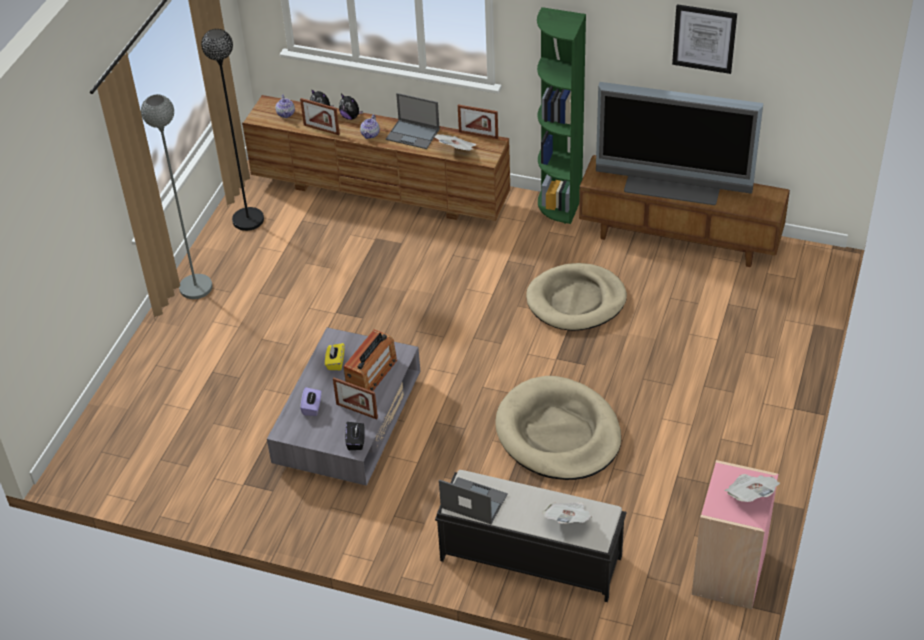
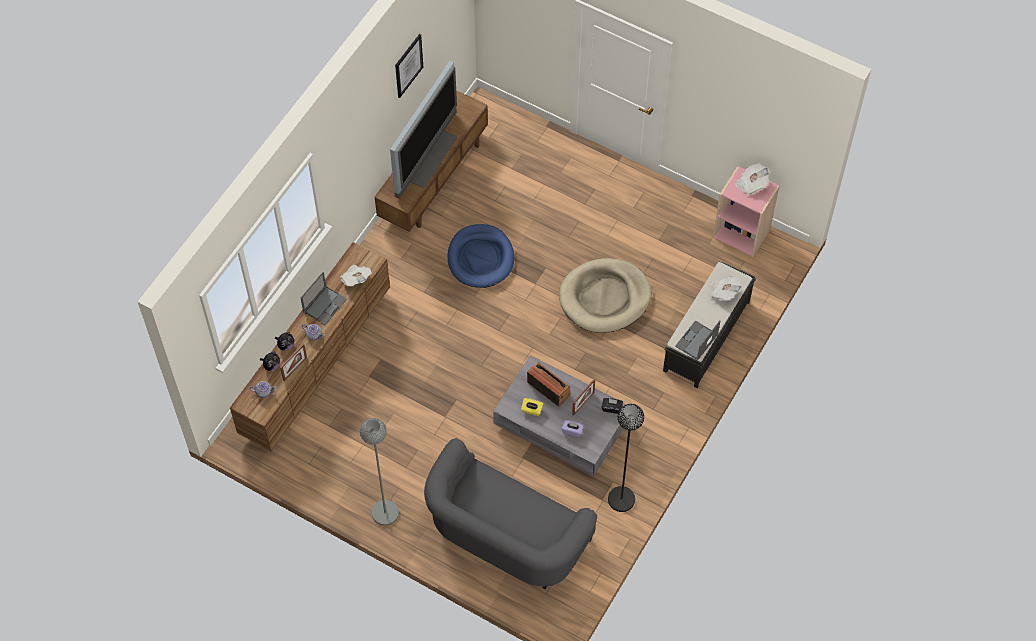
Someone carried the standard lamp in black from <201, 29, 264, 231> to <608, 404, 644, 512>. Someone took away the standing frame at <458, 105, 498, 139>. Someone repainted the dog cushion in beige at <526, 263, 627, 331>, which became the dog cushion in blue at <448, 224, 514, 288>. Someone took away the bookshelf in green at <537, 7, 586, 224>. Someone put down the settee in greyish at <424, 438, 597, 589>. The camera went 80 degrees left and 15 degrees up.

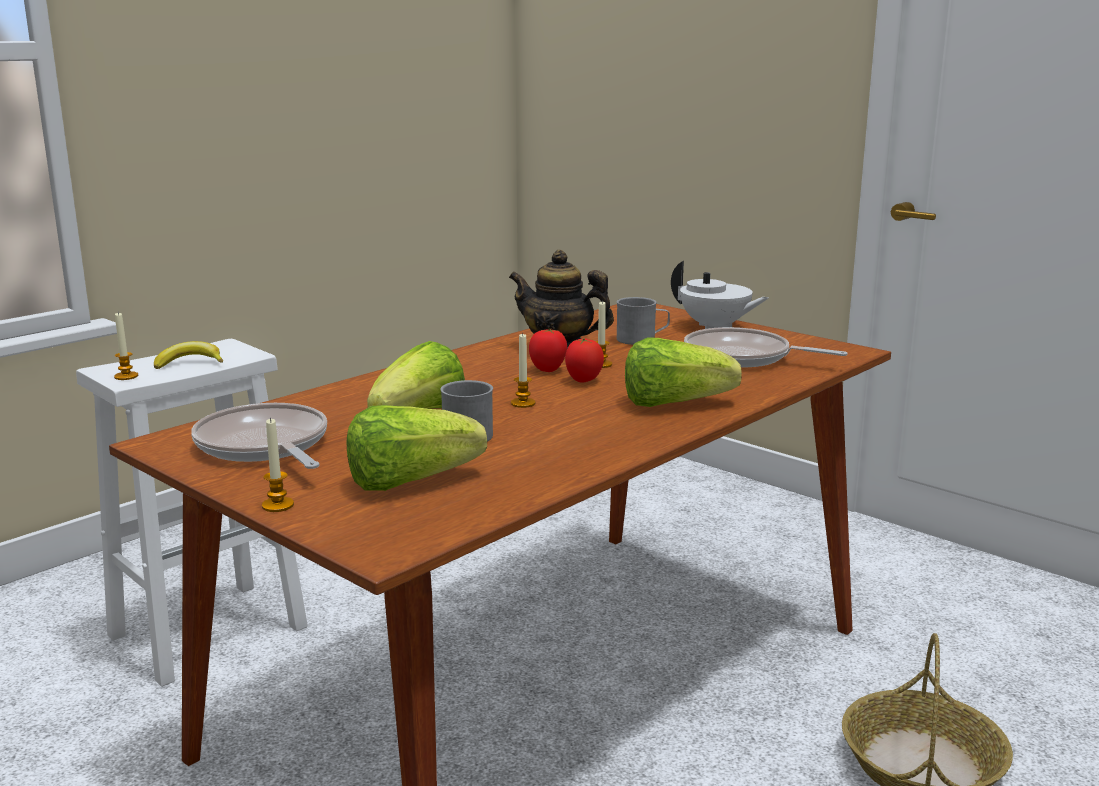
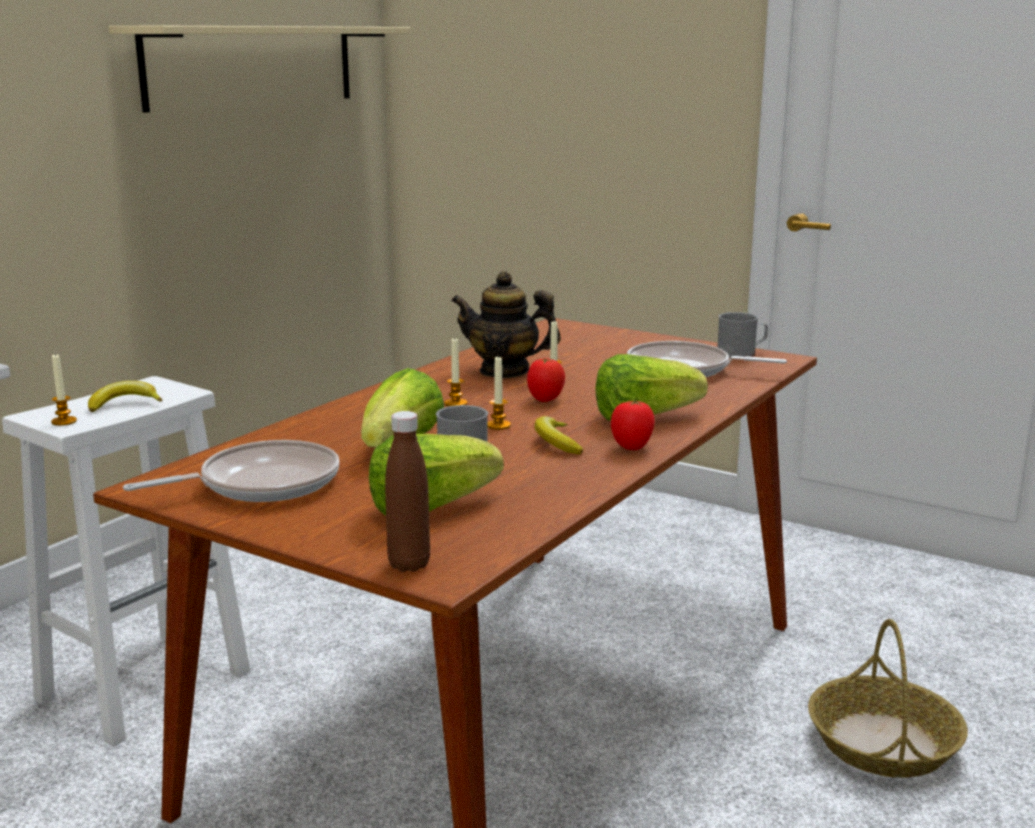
Someone rotated the pan at <191, 403, 327, 469> by 105 degrees clockwise. Someone carried the wax light from <262, 417, 294, 512> to <444, 338, 468, 406>. Someone carried the whole tomato from <529, 329, 567, 372> to <611, 400, 655, 450>. Someone carried the coffee mug in greyish from <617, 297, 670, 345> to <718, 312, 768, 358>. Someone took away the teapot in whitish at <671, 261, 769, 329>. Someone put up the bracket shelf in beige at <109, 26, 411, 113>. Someone put down the beverage bottle in brown-coloured at <385, 411, 430, 572>. Someone put down the banana fruit at <534, 416, 583, 454>. The camera went 10 degrees left and 0 degrees up.

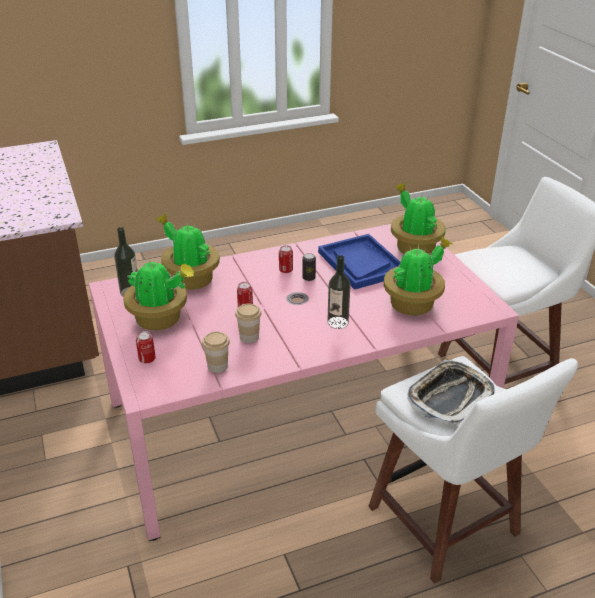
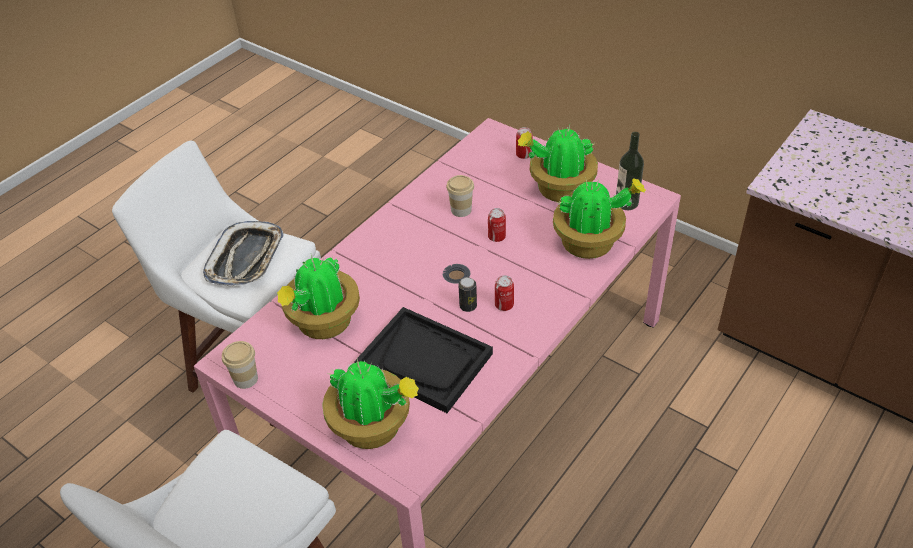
Someone carried the drinking cup from <202, 331, 230, 373> to <222, 341, 258, 389>. Someone repainted the carrying tray in blue at <318, 234, 400, 290>, which became the carrying tray in black at <354, 307, 493, 413>. Someone took away the beverage bottle at <327, 255, 351, 329>. The camera went 150 degrees right and 10 degrees up.

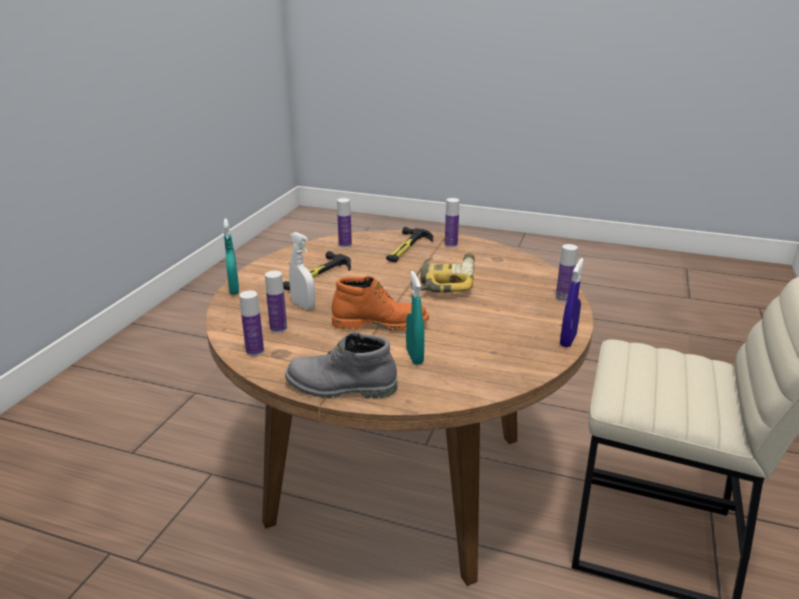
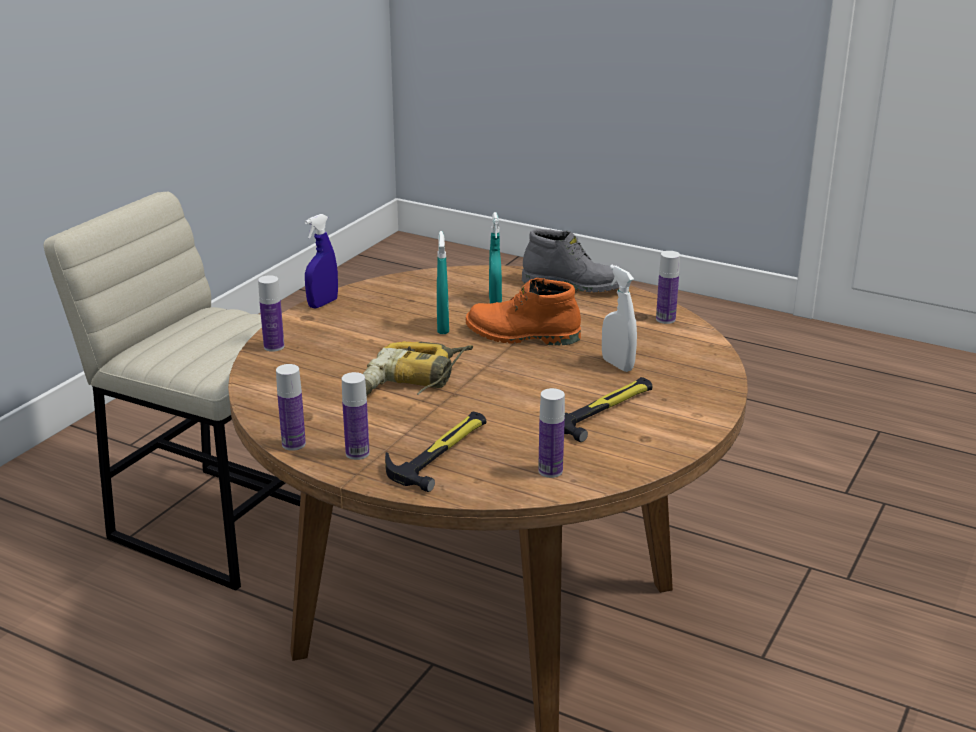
Someone carried the spray bottle in turquoise from <223, 219, 239, 295> to <437, 231, 449, 334>. Someone carried the beverage bottle from <265, 271, 287, 333> to <276, 364, 306, 451>. The camera went 170 degrees left and 0 degrees up.

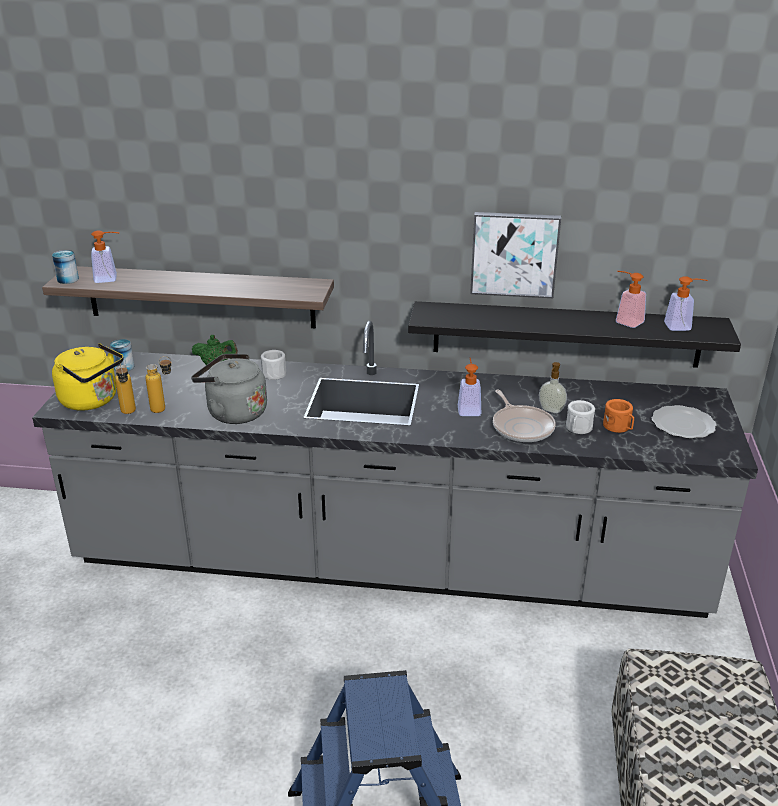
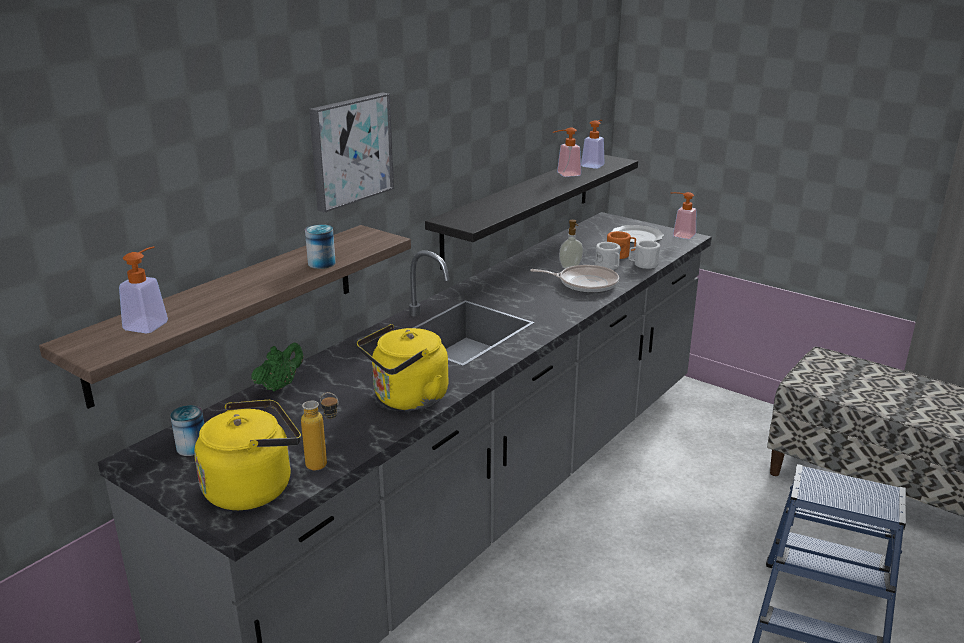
Someone carried the can from <52, 250, 79, 284> to <305, 224, 336, 269>. Someone took away the beverage bottle at <145, 356, 172, 413>. Someone repainted the water kettle in greyish at <191, 354, 267, 424>, which became the water kettle in yellow-coloured at <357, 324, 448, 410>. Someone carried the coffee mug in whitish from <261, 350, 286, 380> to <629, 240, 660, 269>. Someone carried the soap bottle from <458, 358, 481, 416> to <670, 192, 696, 239>. Someone carried the wall picture from <470, 212, 561, 298> to <309, 92, 394, 213>. The camera went 60 degrees left and 5 degrees down.

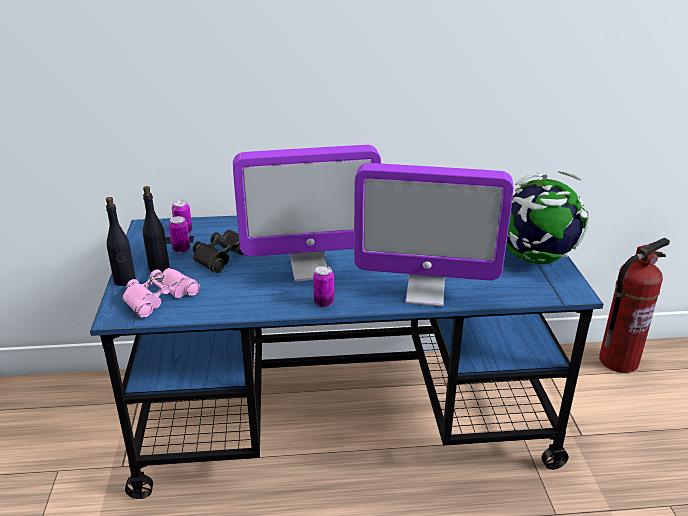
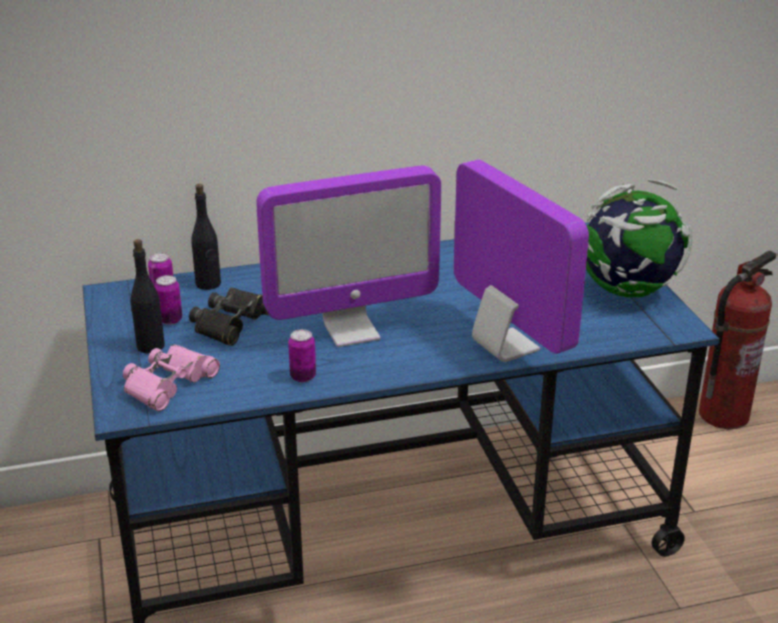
Someone carried the beverage bottle in black from <106, 197, 136, 286> to <191, 184, 221, 290>. Someone carried the can from <313, 266, 334, 307> to <288, 329, 316, 382>. Someone rotated the computer screen at <354, 163, 514, 307> by 120 degrees counterclockwise. The camera went 10 degrees left and 0 degrees up.

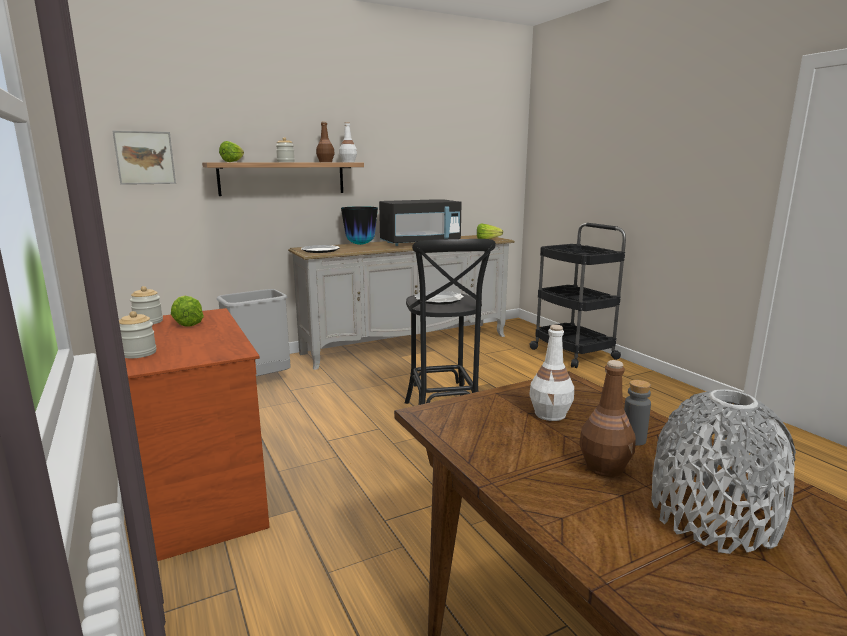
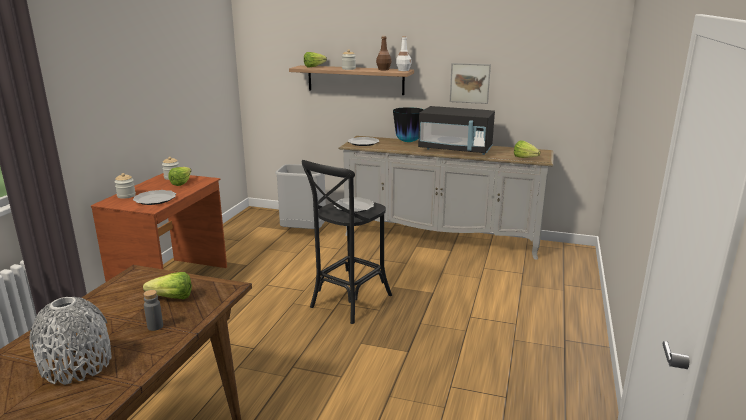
Someone carried the wall picture from <112, 131, 176, 185> to <450, 63, 491, 104>. Someone took away the trolley in black at <529, 223, 626, 368>. Someone swapped the beverage bottle in whitish at <529, 325, 574, 421> for the lettuce head at <143, 272, 192, 299>. Someone took away the beverage bottle in brown-coloured at <579, 360, 636, 477>. Someone put down the flat dish at <133, 190, 176, 205>. The camera went 45 degrees right and 5 degrees up.

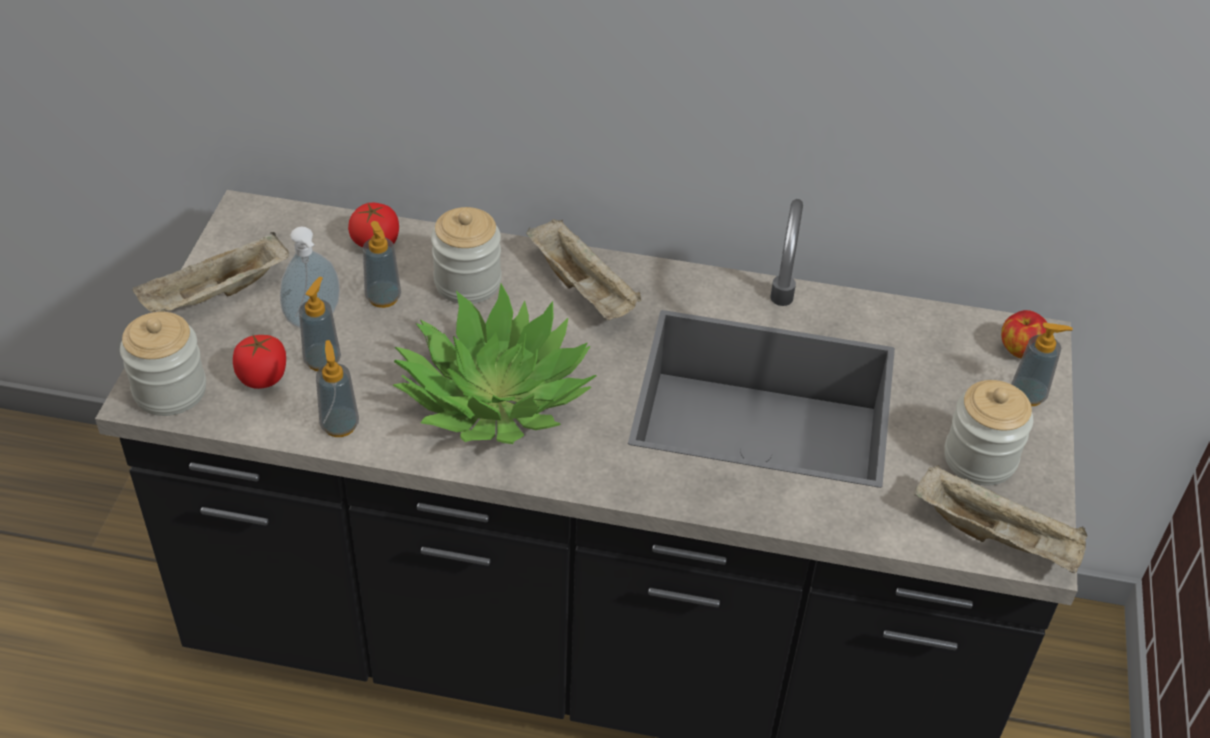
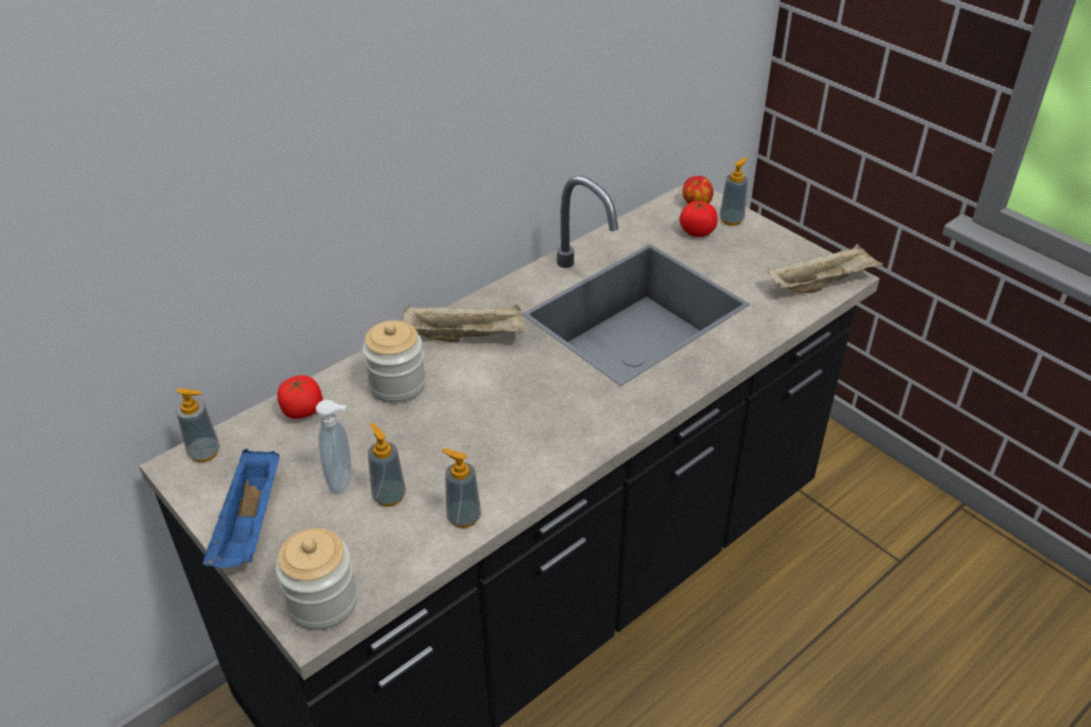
Someone repainted the carrying tray in beige at <133, 232, 289, 312>, which became the carrying tray in blue at <203, 449, 280, 568>. Someone carried the whole tomato from <233, 334, 286, 389> to <679, 200, 718, 237>. Someone carried the soap bottle from <363, 221, 401, 308> to <176, 388, 220, 462>. Someone took away the potted plant at <392, 284, 596, 444>. Someone took away the jar at <944, 380, 1033, 485>. The camera went 50 degrees left and 5 degrees down.

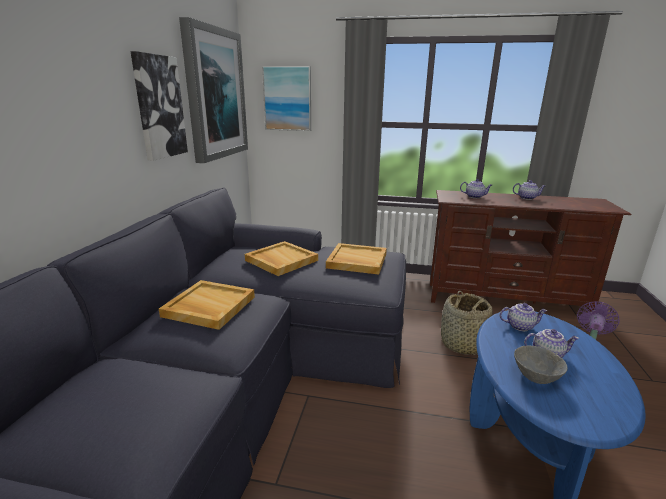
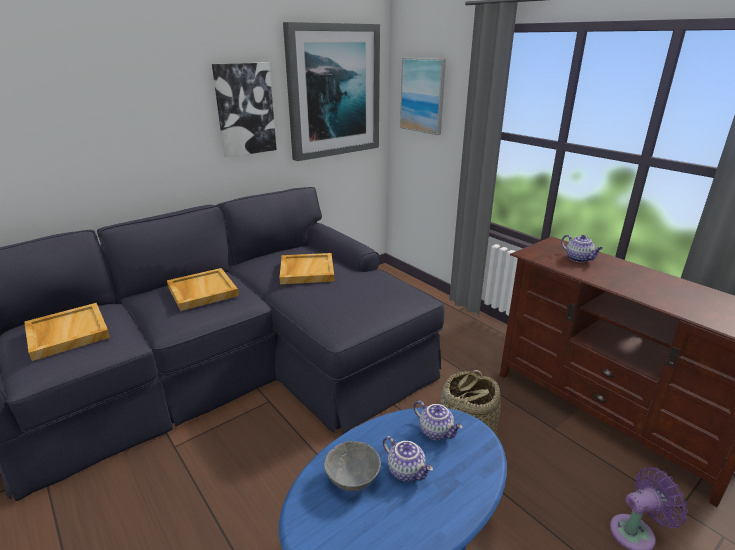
Someone carried the carrying tray in beige from <326, 243, 387, 275> to <24, 303, 110, 361>. Someone took away the teapot at <513, 180, 545, 200>. The camera went 40 degrees right and 5 degrees up.

